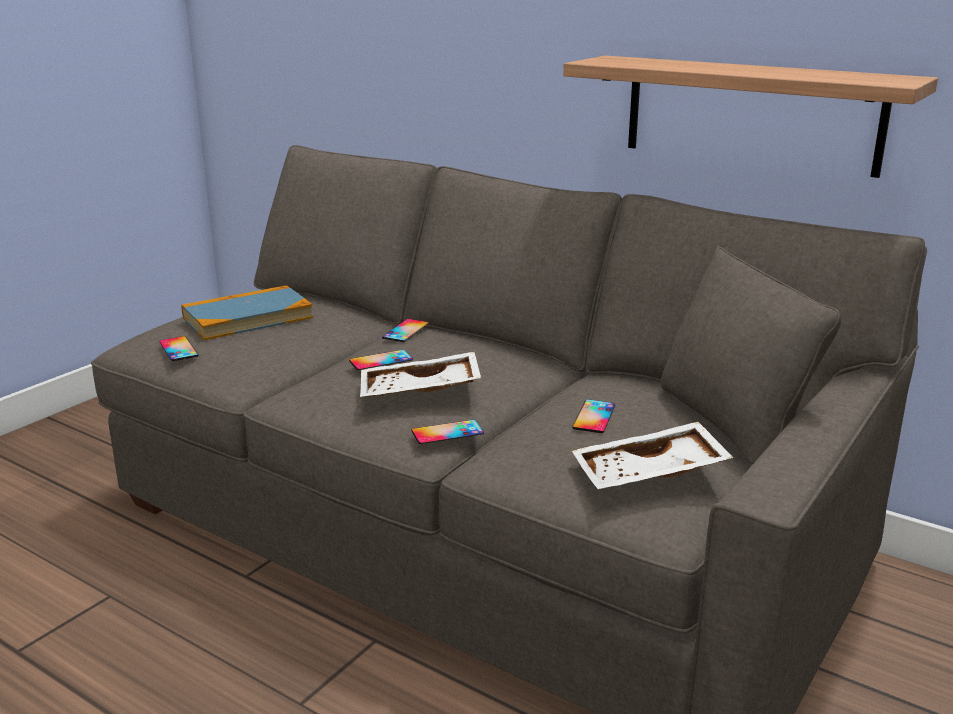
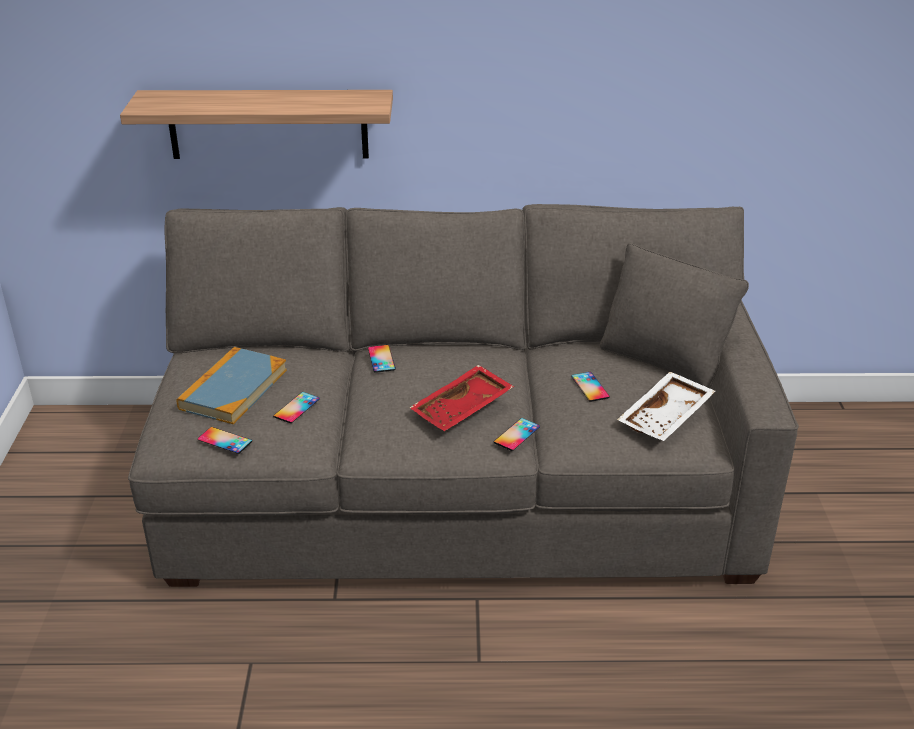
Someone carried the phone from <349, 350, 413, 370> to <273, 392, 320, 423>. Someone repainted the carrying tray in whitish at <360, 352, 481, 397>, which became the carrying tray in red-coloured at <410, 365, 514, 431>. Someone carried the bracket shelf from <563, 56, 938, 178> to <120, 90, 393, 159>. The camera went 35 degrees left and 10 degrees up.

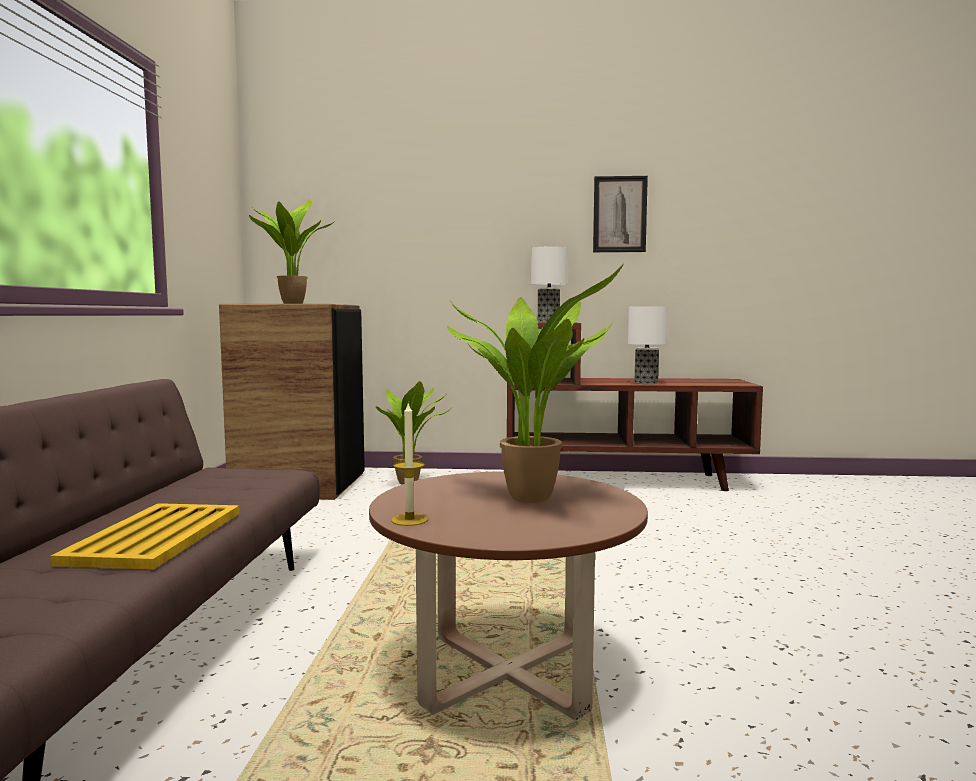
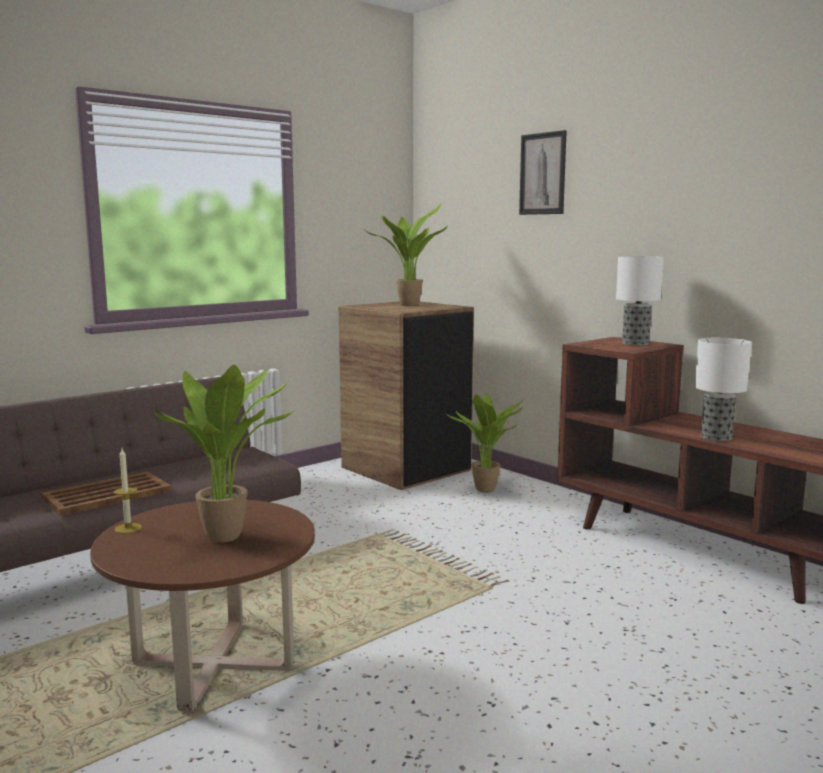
Someone repainted the carrying tray in yellow-coloured at <50, 503, 240, 570>, which became the carrying tray in brown-coloured at <41, 471, 171, 516>. Someone carried the wall picture from <593, 176, 648, 252> to <519, 130, 567, 215>. The camera went 45 degrees right and 5 degrees up.

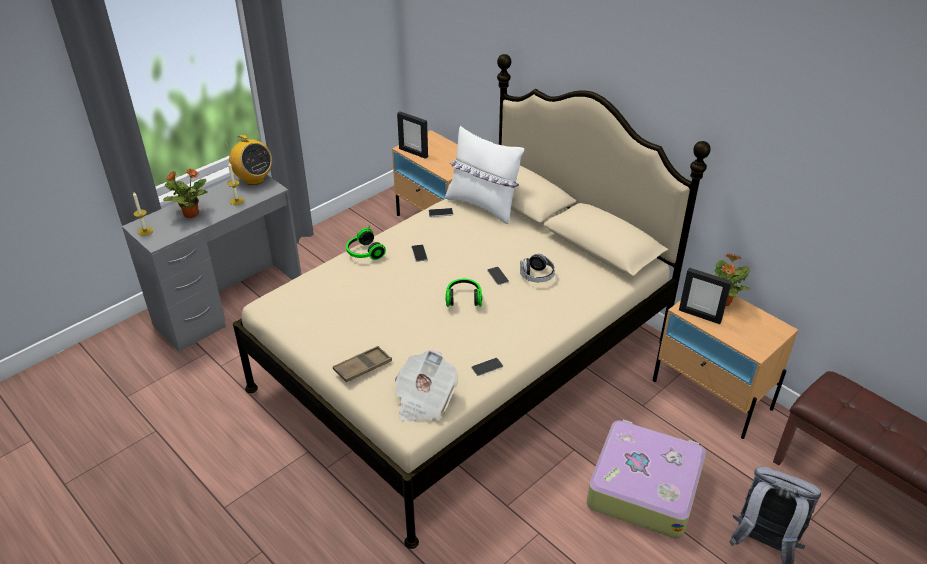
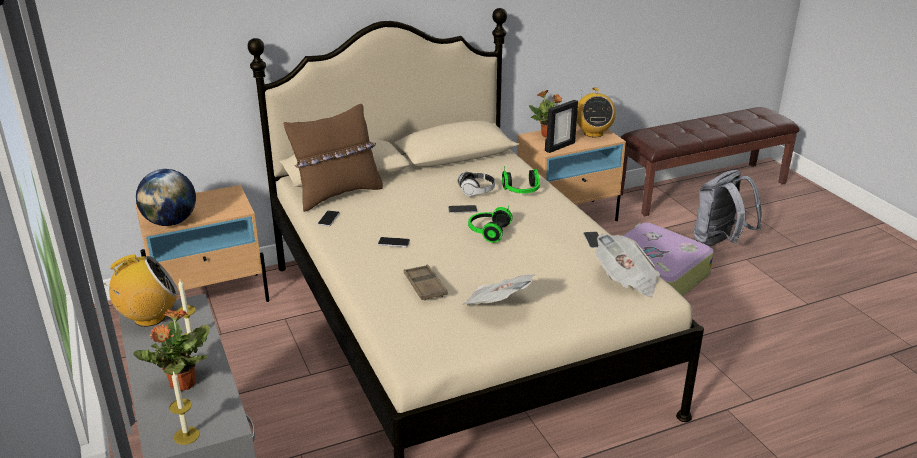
Someone carried the carrying tray in brown-coloured from <333, 346, 392, 382> to <404, 265, 447, 301>. Someone carried the headphones from <346, 225, 386, 260> to <502, 166, 540, 193>. Someone swapped the standing frame at <397, 111, 428, 159> for the world globe at <136, 169, 196, 226>. Someone repainted the throw pillow in whitish at <445, 126, 524, 224>, which became the throw pillow in brown-coloured at <284, 104, 383, 212>. Someone put down the daily paper at <462, 274, 535, 305>. Someone put down the radio set at <577, 87, 616, 137>. The camera went 70 degrees left and 10 degrees down.

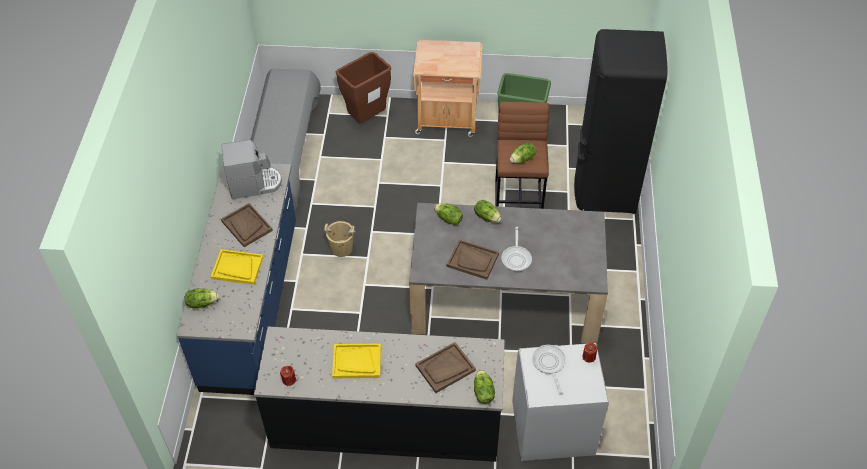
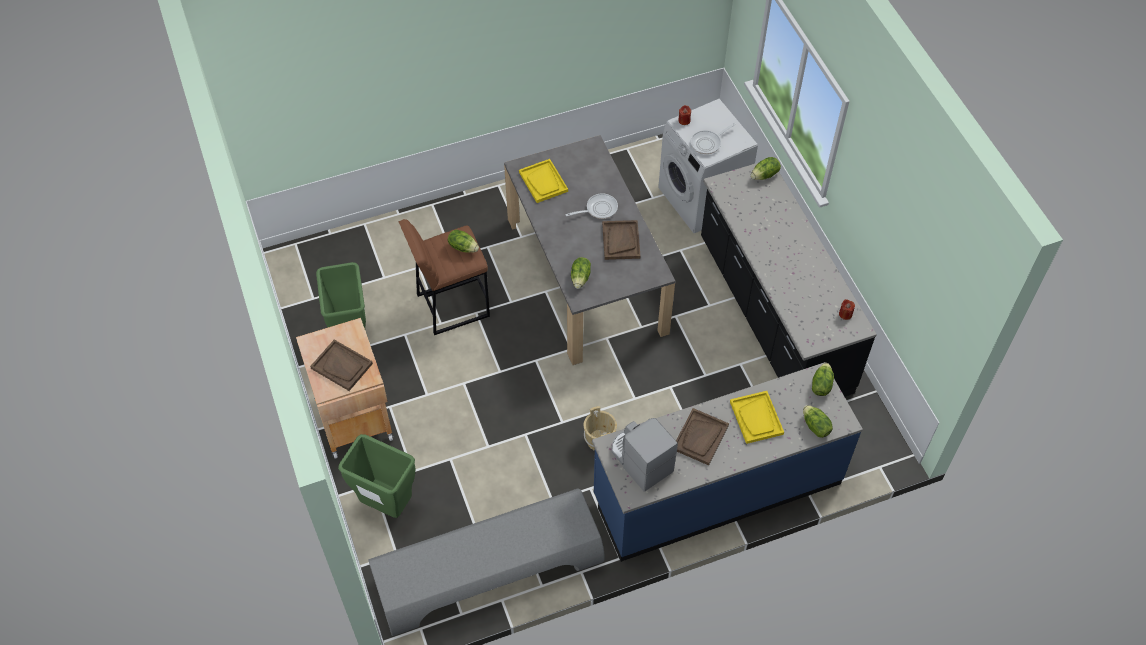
Someone carried the carrying tray in yellow-coloured from <332, 343, 381, 379> to <519, 159, 568, 203>. Someone repainted the waste bin in brown-coloured at <336, 52, 391, 123>, which became the waste bin in green at <338, 434, 416, 518>. Someone carried the carrying tray in brown-coloured from <416, 342, 476, 393> to <310, 340, 373, 391>. Someone carried the lettuce head from <474, 200, 502, 223> to <812, 363, 834, 396>. Someone took away the kitchen fridge in black at <574, 29, 668, 214>. The camera went 115 degrees left and 5 degrees up.

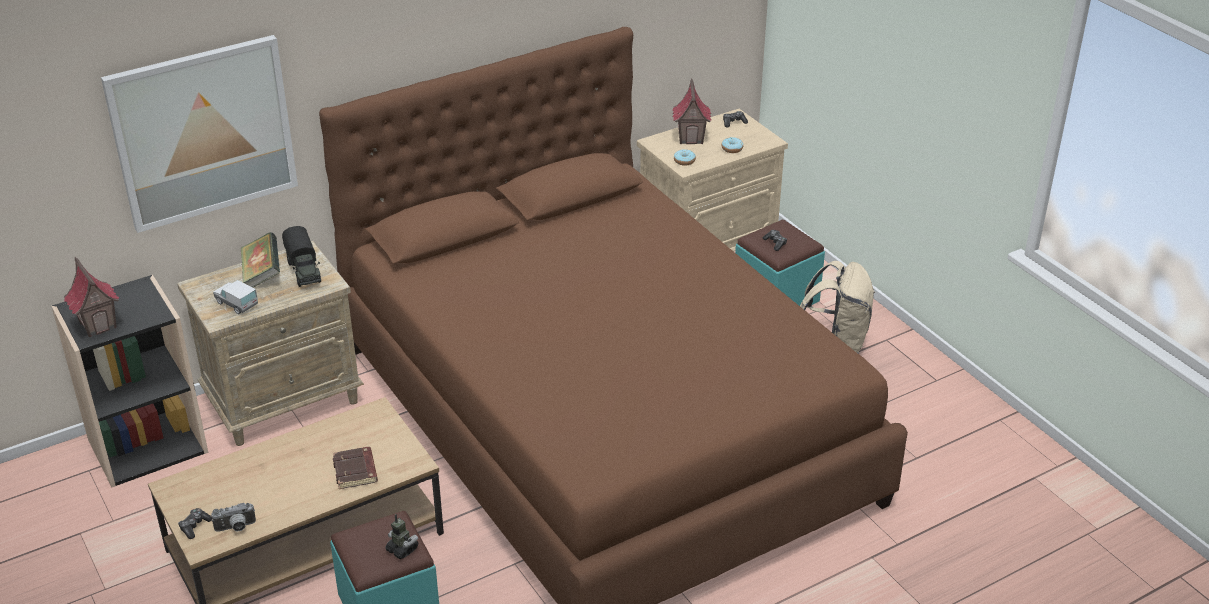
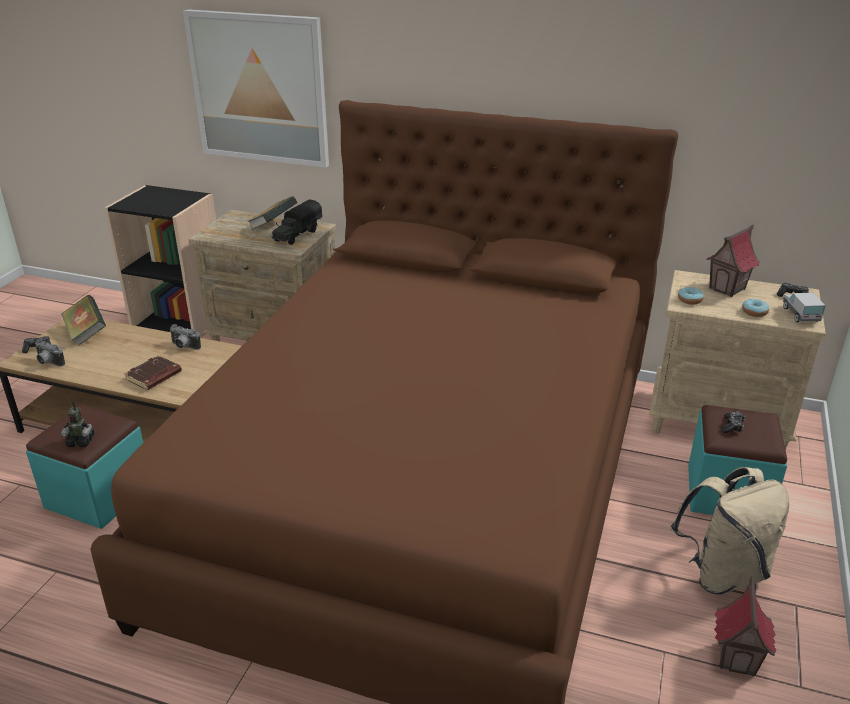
Someone carried the model house from <64, 257, 119, 337> to <714, 577, 777, 676>. Someone carried the toy lorry from <213, 280, 258, 314> to <783, 293, 826, 322>. Someone rotated the toy robot at <385, 514, 418, 559> by 90 degrees clockwise. Someone put down the book at <61, 295, 106, 346>. Someone put down the photo camera at <169, 324, 201, 350>. The camera went 50 degrees right and 5 degrees down.

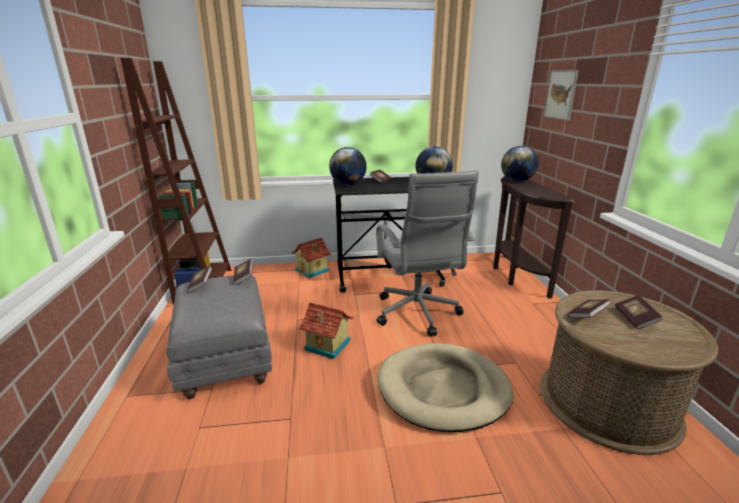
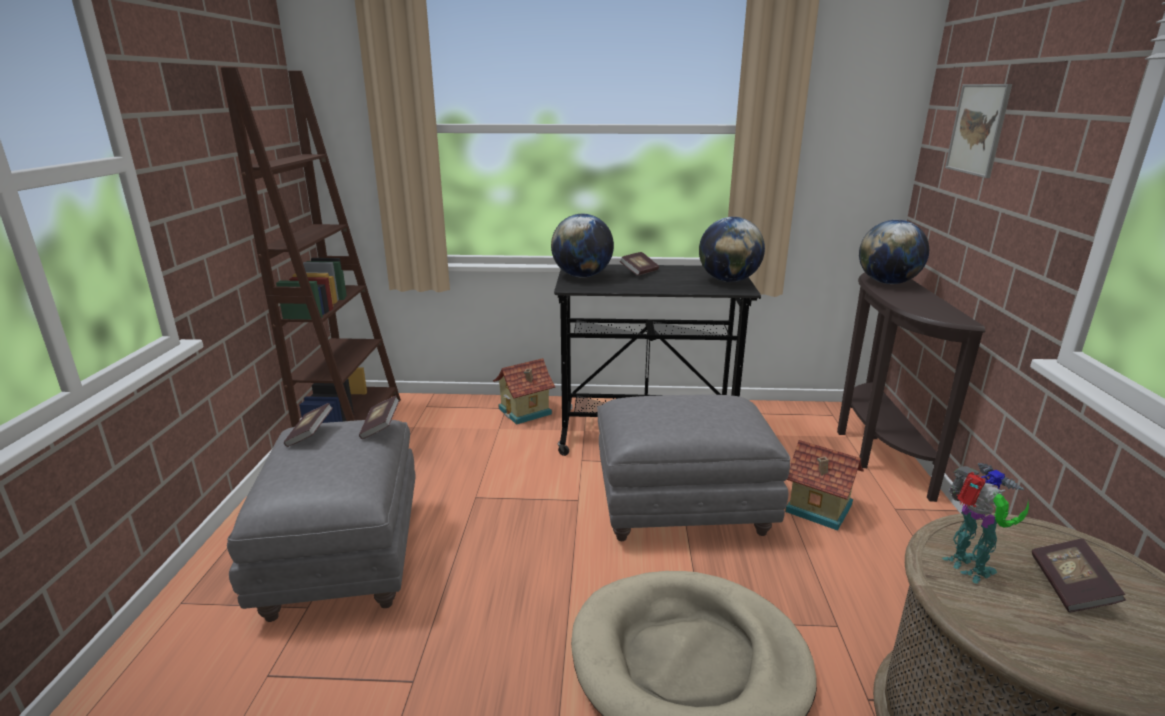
Someone carried the model house from <299, 302, 353, 359> to <785, 440, 864, 531>. Someone swapped the office chair in greyish at <376, 170, 479, 337> for the ottoman in greyish at <597, 395, 790, 541>. Someone swapped the book at <568, 299, 611, 318> for the toy robot at <942, 463, 1029, 584>. The camera went 10 degrees right and 0 degrees up.

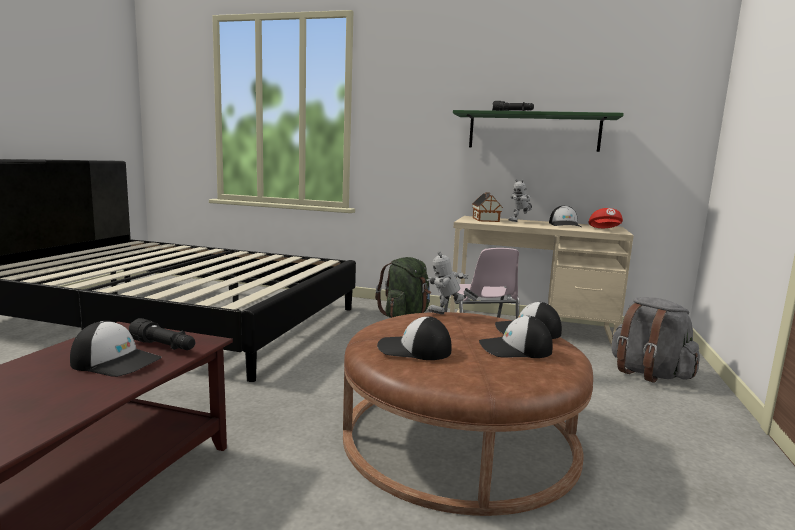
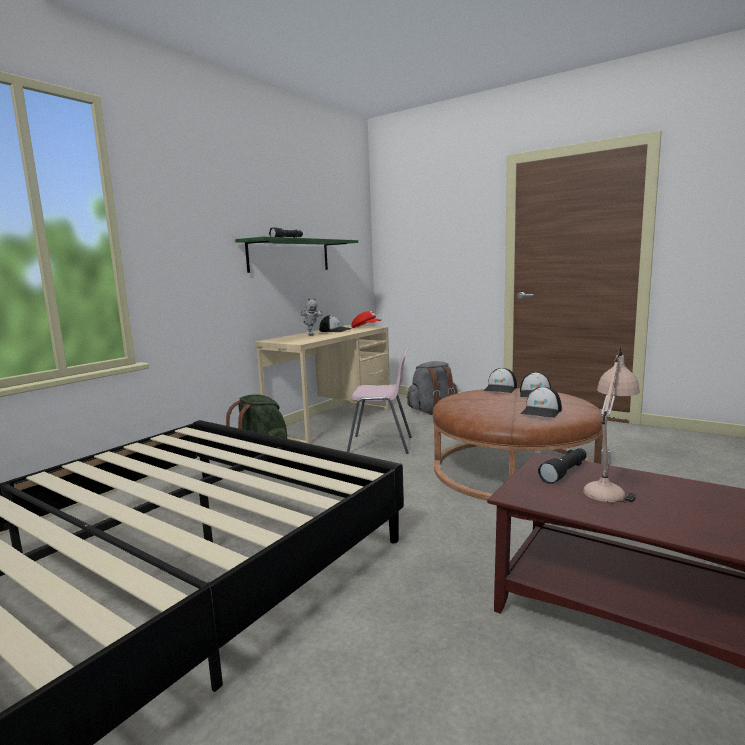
Someone swapped the baseball cap at <70, 321, 162, 377> for the tabletop lamp in beige at <583, 347, 640, 504>. Someone took away the toy robot at <426, 251, 479, 314>. Someone took away the model house at <472, 192, 503, 222>. The camera went 70 degrees left and 0 degrees up.

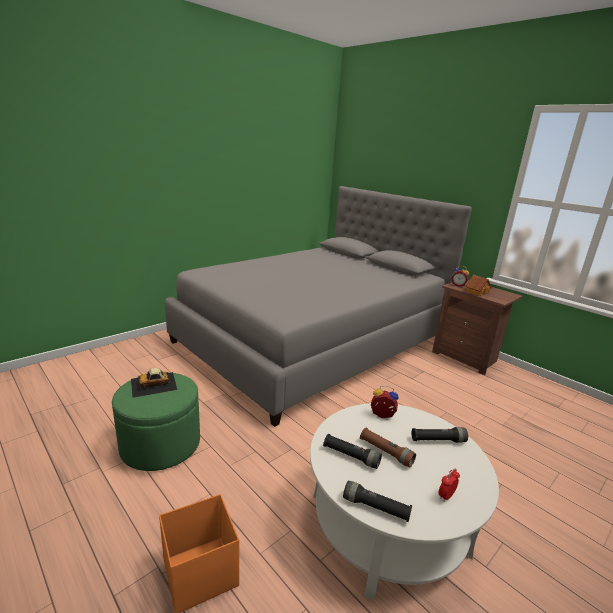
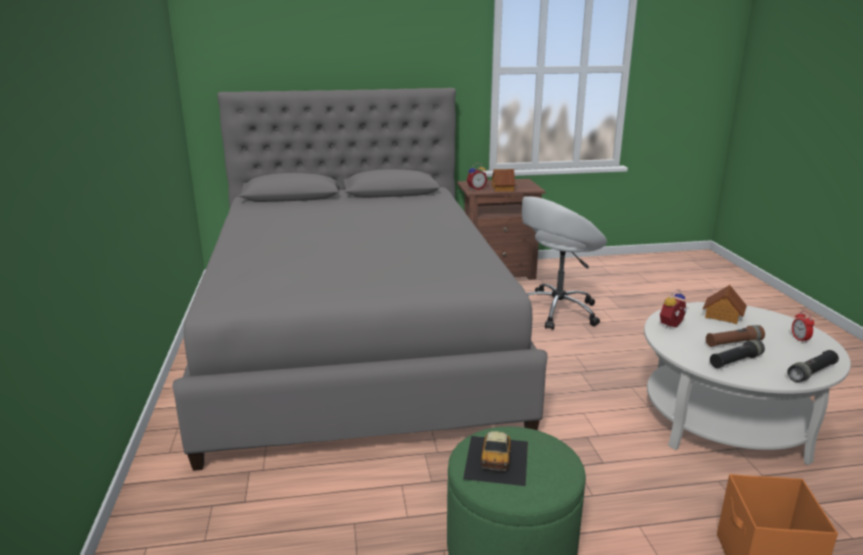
Someone swapped the flashlight in black at <412, 427, 468, 443> for the model house at <703, 285, 747, 324>. Someone put down the office chair in whitish at <522, 196, 607, 330>. The camera went 55 degrees left and 0 degrees up.

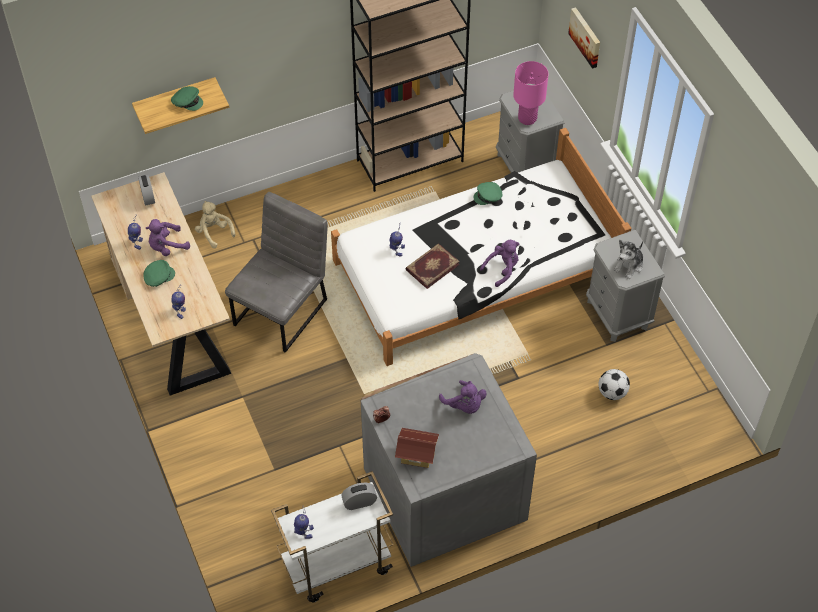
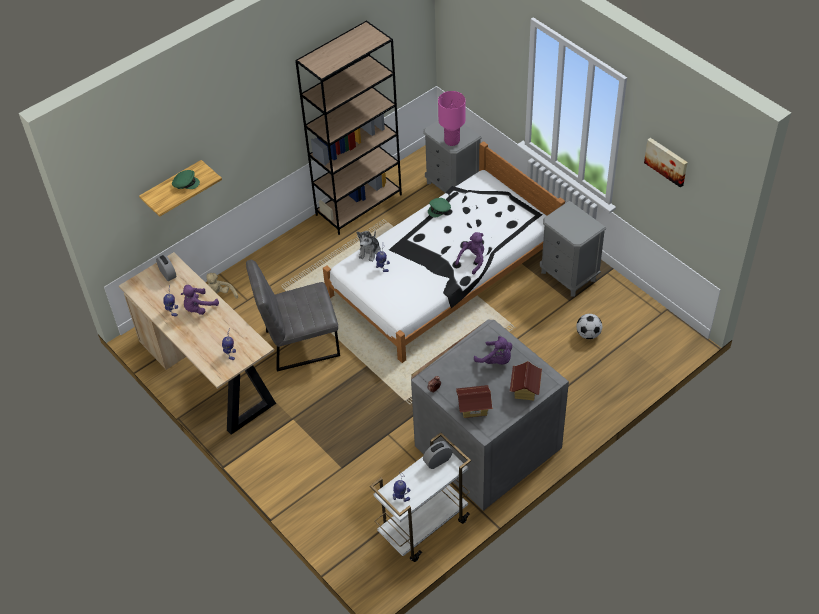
Someone took away the baseball cap in green at <143, 260, 175, 287>. Someone rotated the upright chair in greyish at <225, 192, 328, 353> by 120 degrees counterclockwise. Someone took away the book at <405, 243, 460, 289>. Someone carried the wall picture from <568, 7, 600, 69> to <644, 138, 688, 188>. Someone carried the soft toy from <614, 240, 643, 279> to <357, 231, 381, 262>. Someone put down the model house at <510, 361, 542, 400>. The camera went 15 degrees left and 5 degrees down.

